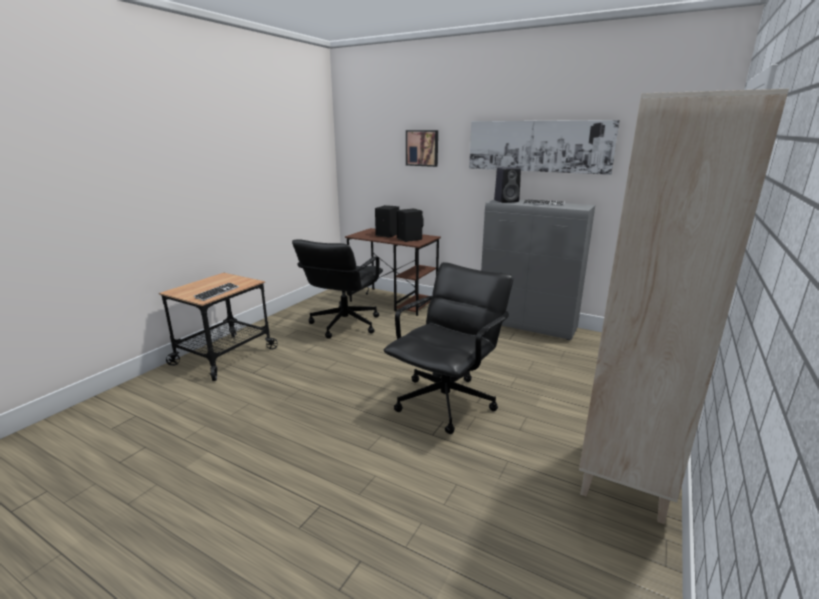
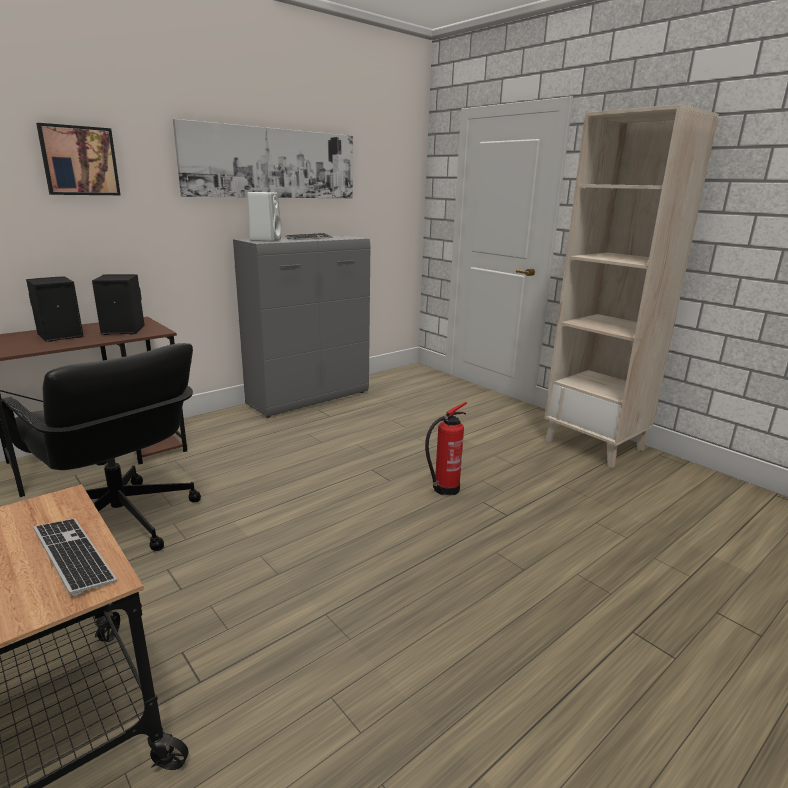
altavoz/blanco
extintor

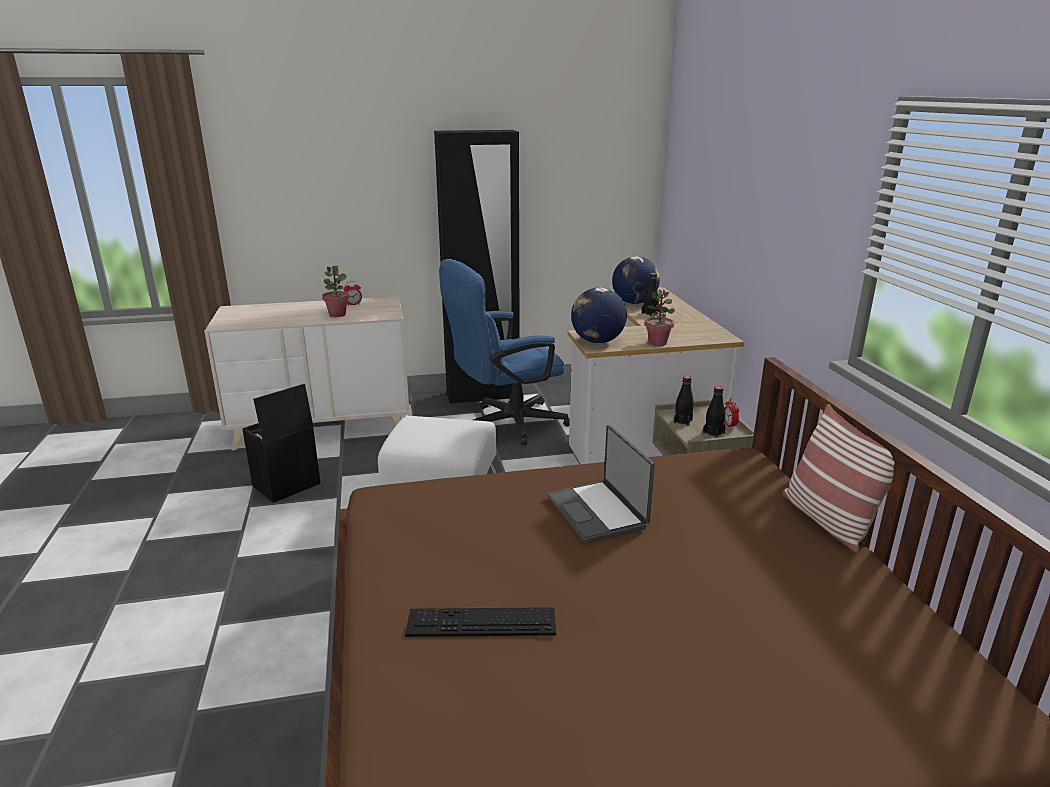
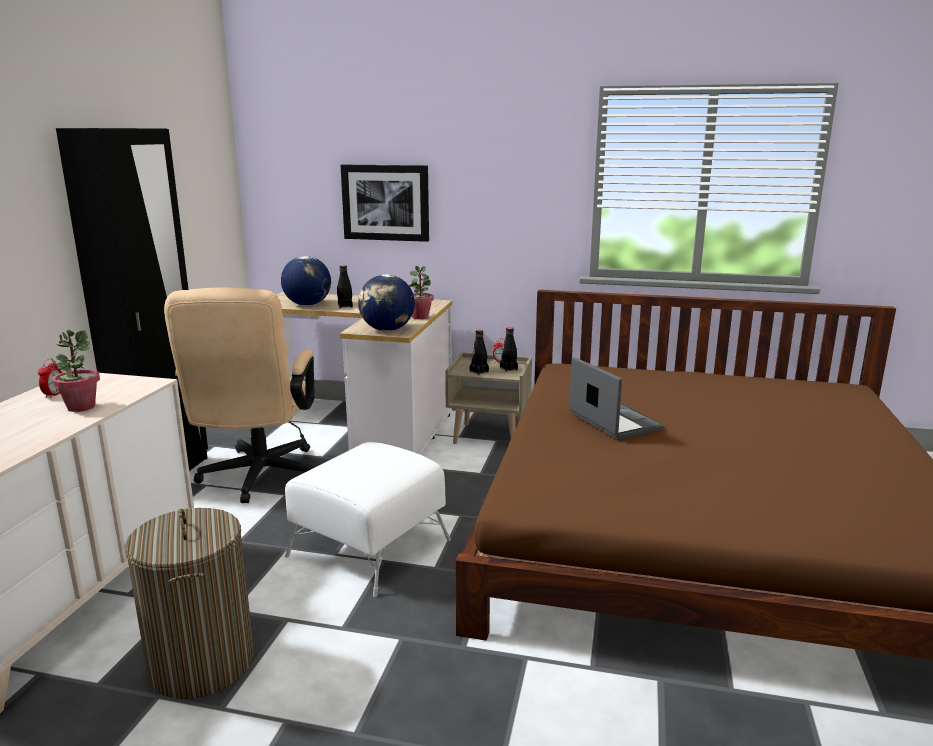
cesto de la ropa
silla de oficina/beis
cuadro
portátil
teclado
cojín

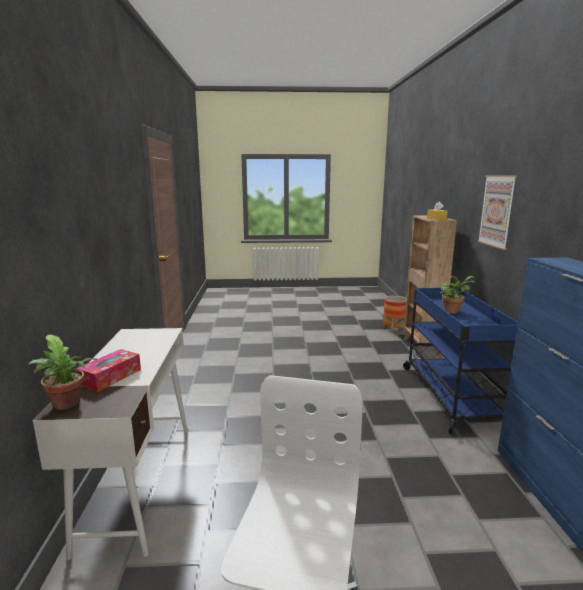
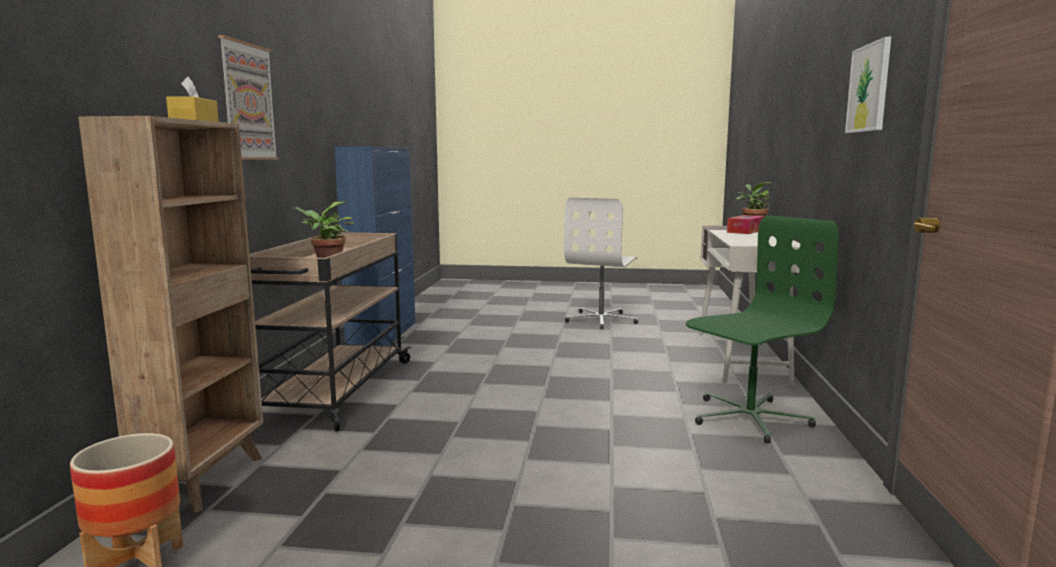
carrito/beis
silla de oficina/verde
cuadro (no. 2 from left)

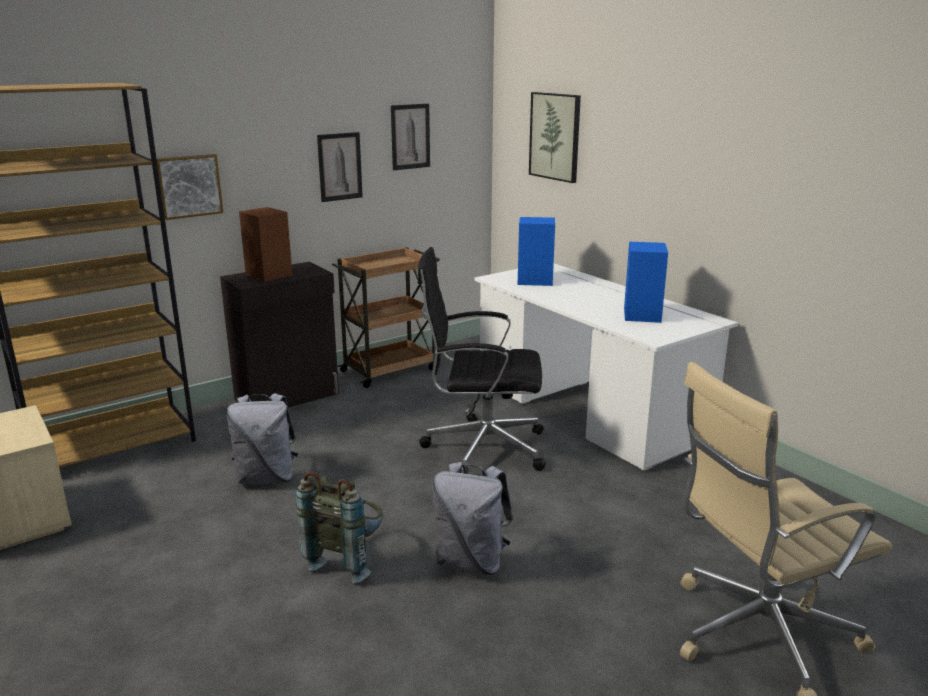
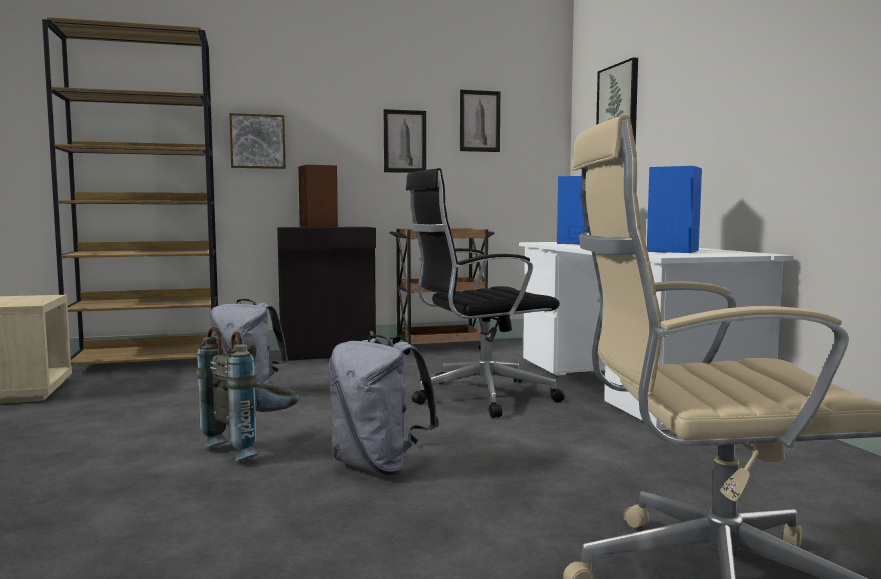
silla de oficina/negro

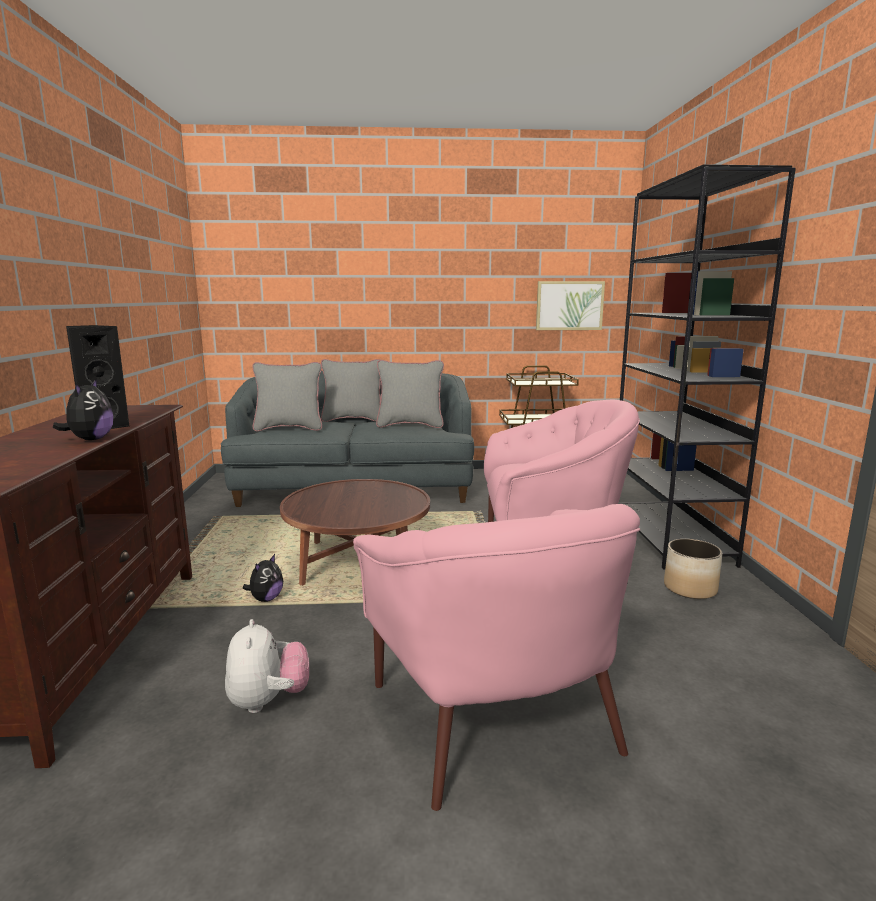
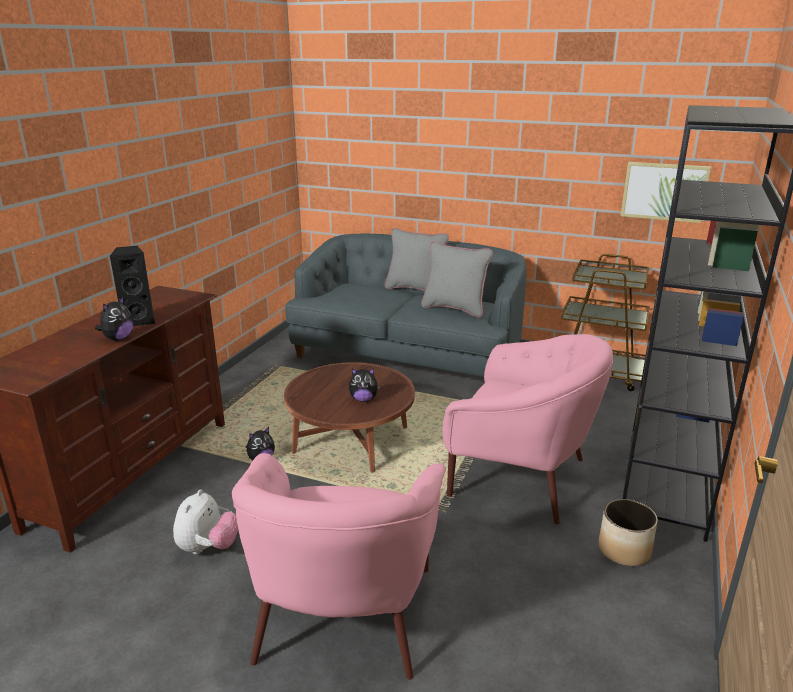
peluche (no. 4 from left)
cojín/gris (no. 1 from left in the first image)

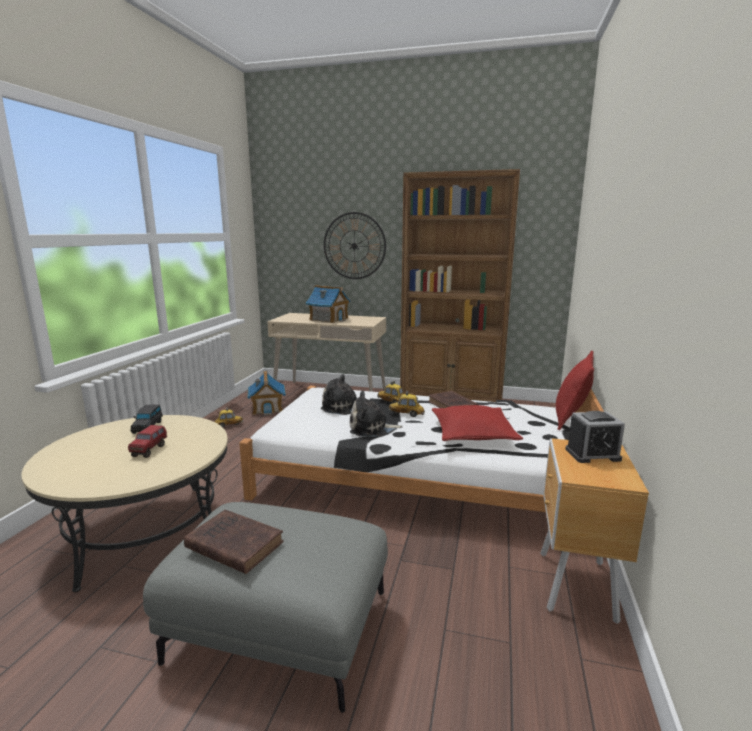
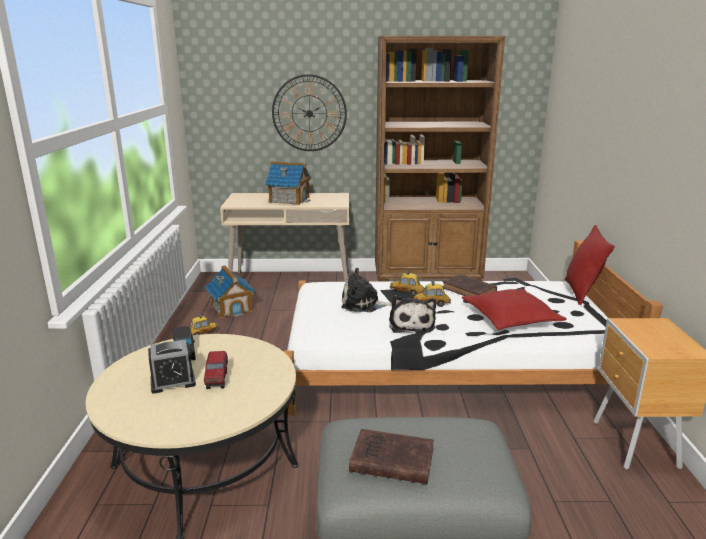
despertador
peluche (no. 2 from left)

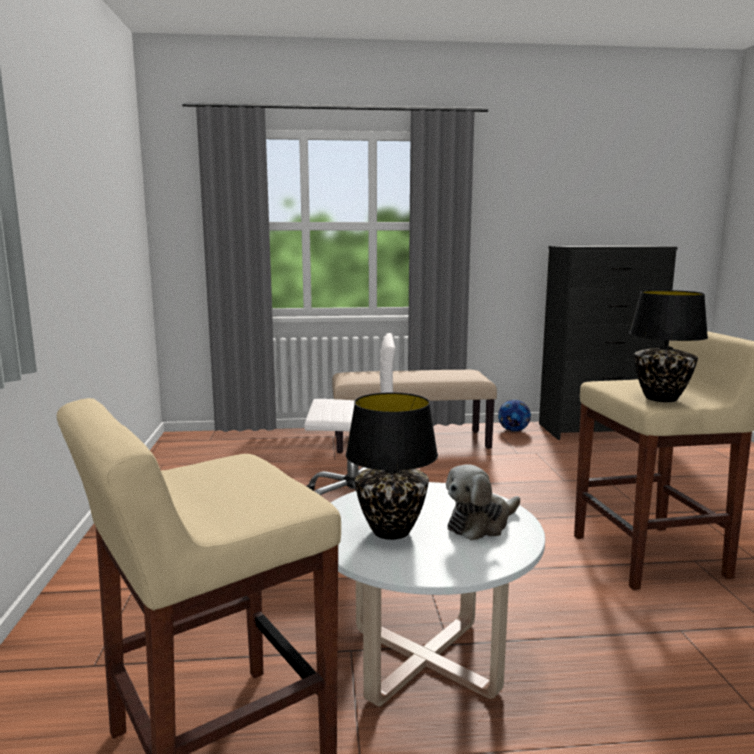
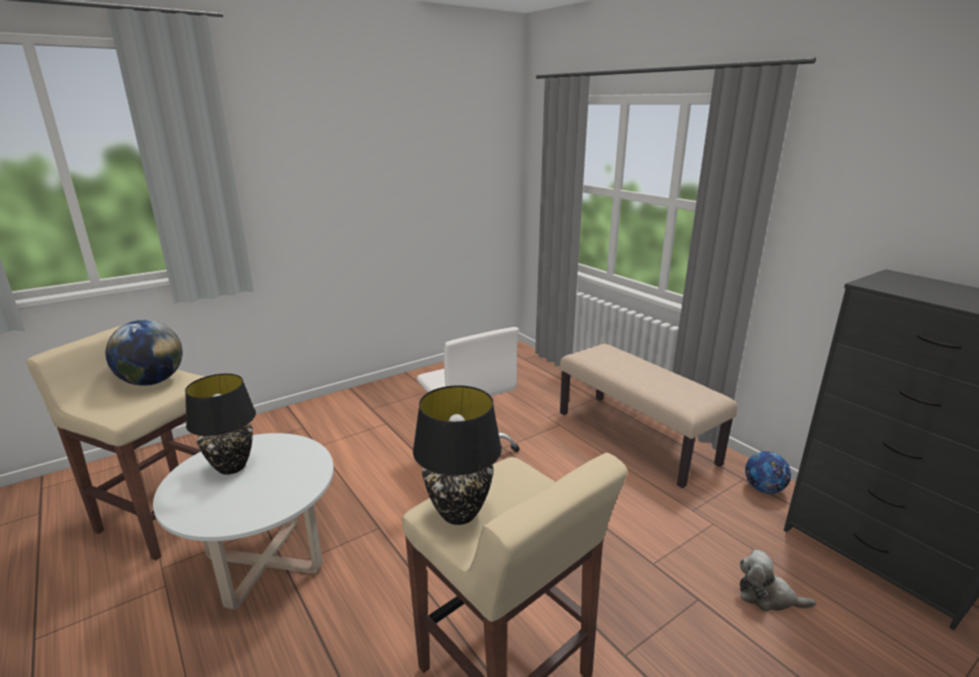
globo terráqueo
peluche

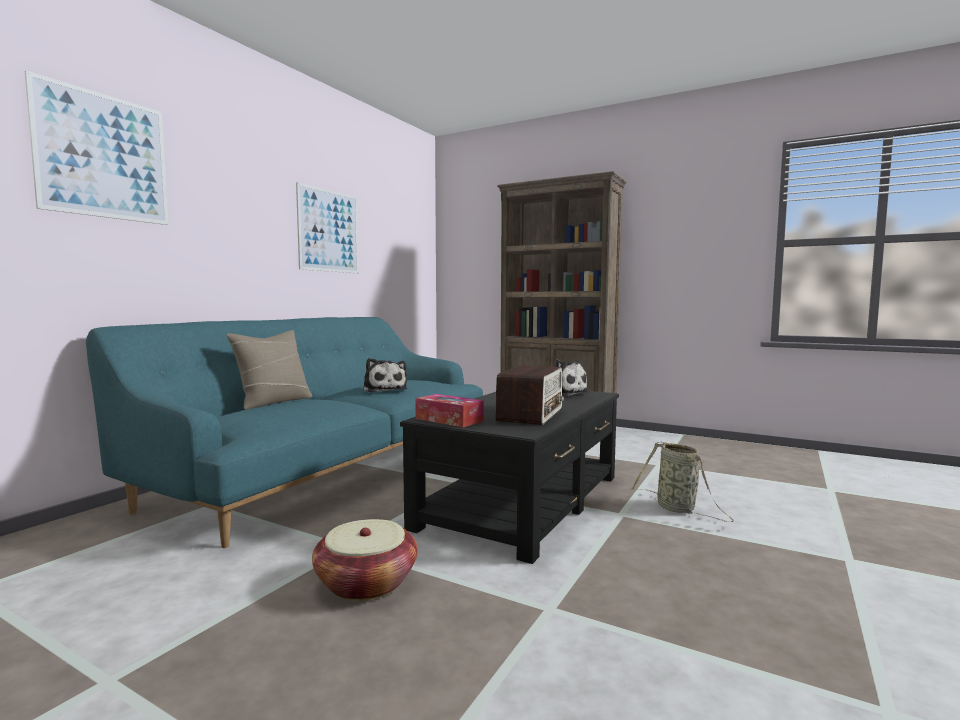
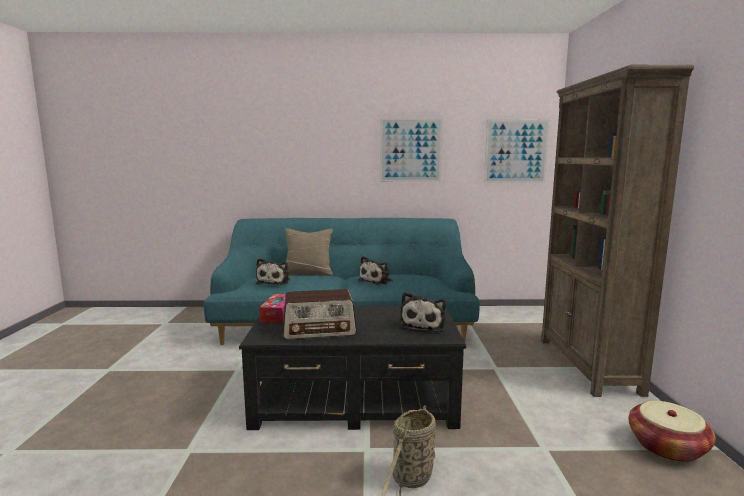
peluche (no. 1 from left)
cuadro (no. 2 from left)
cesta (no. 2 from left)

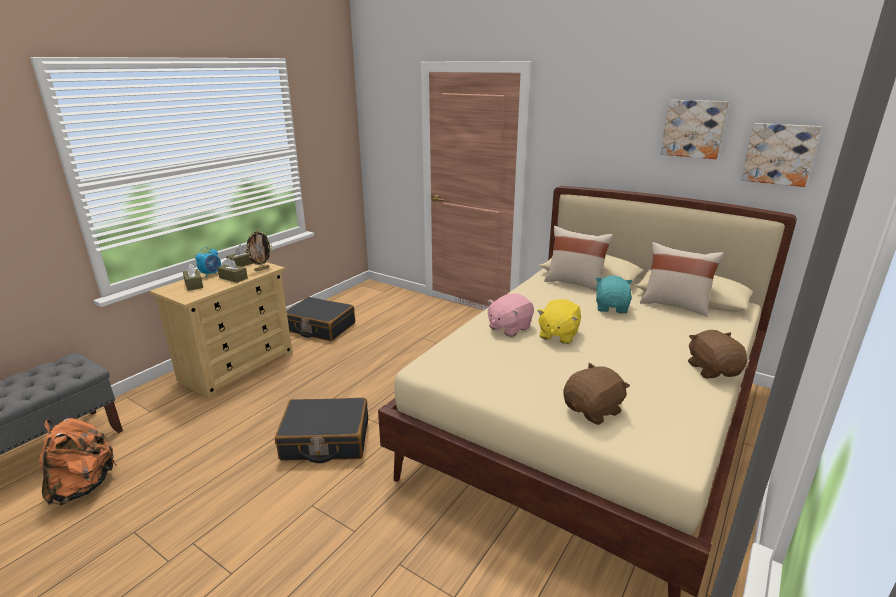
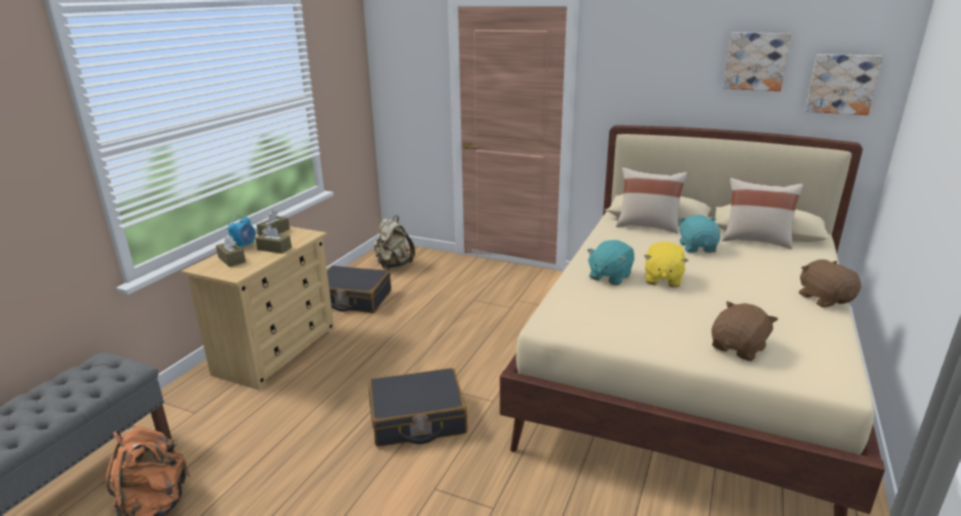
mochila/beis
peluche/turquesa (no. 1 from left)
portarretratos

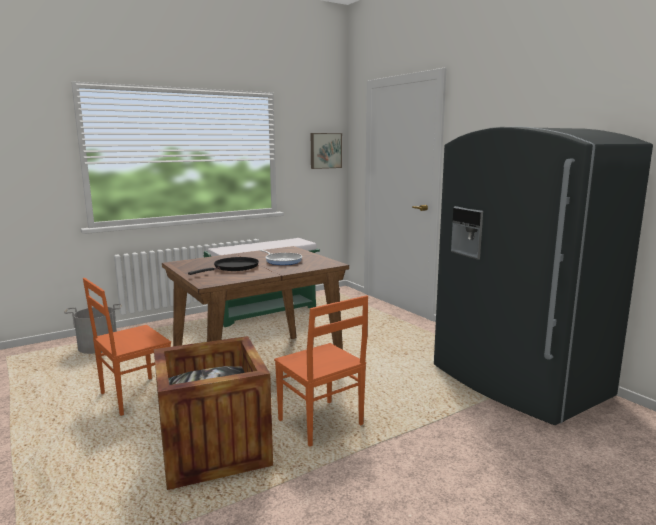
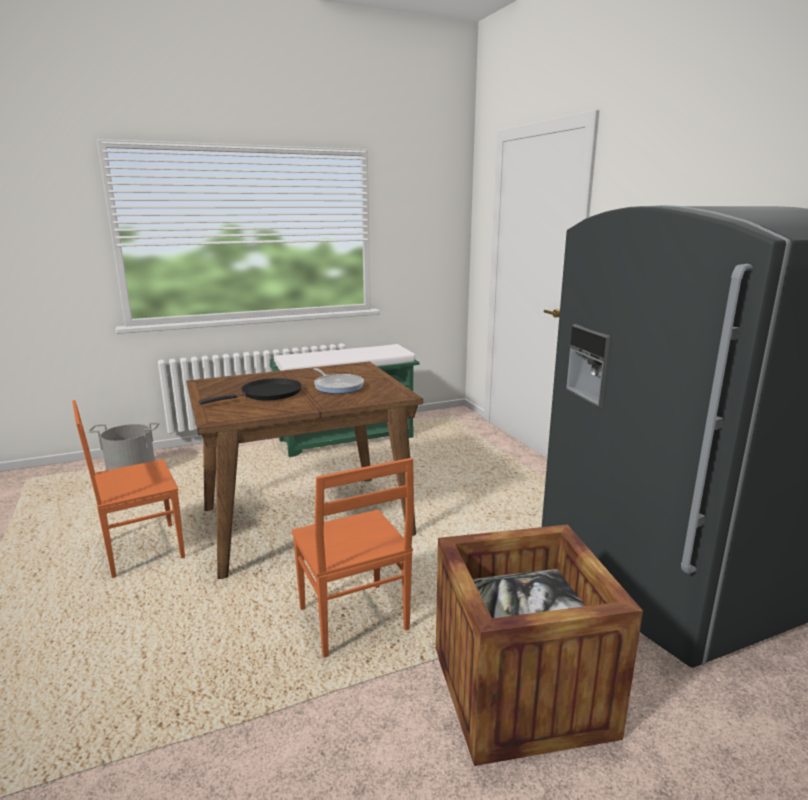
caja de embalaje
cuadro

